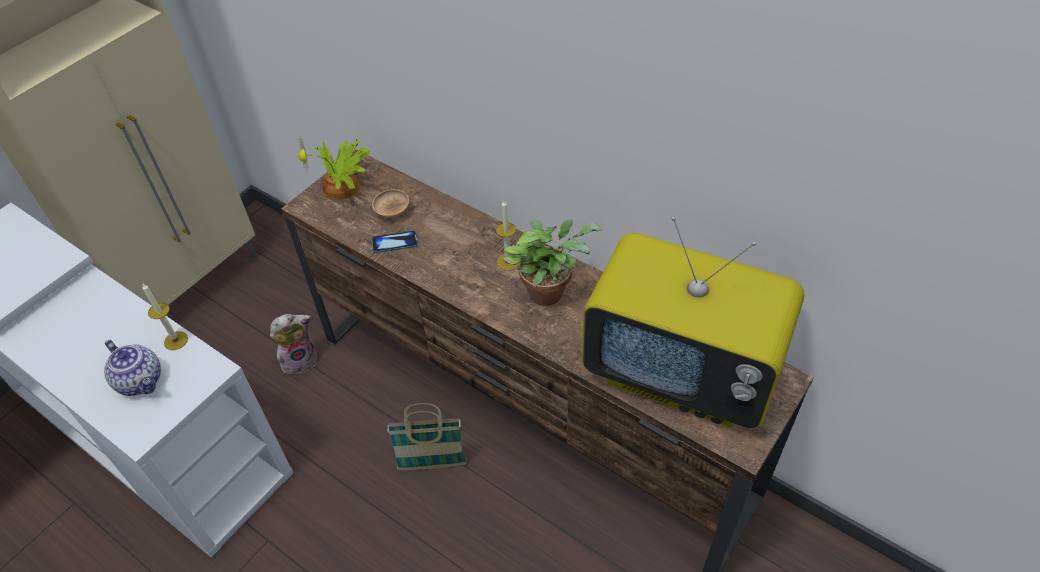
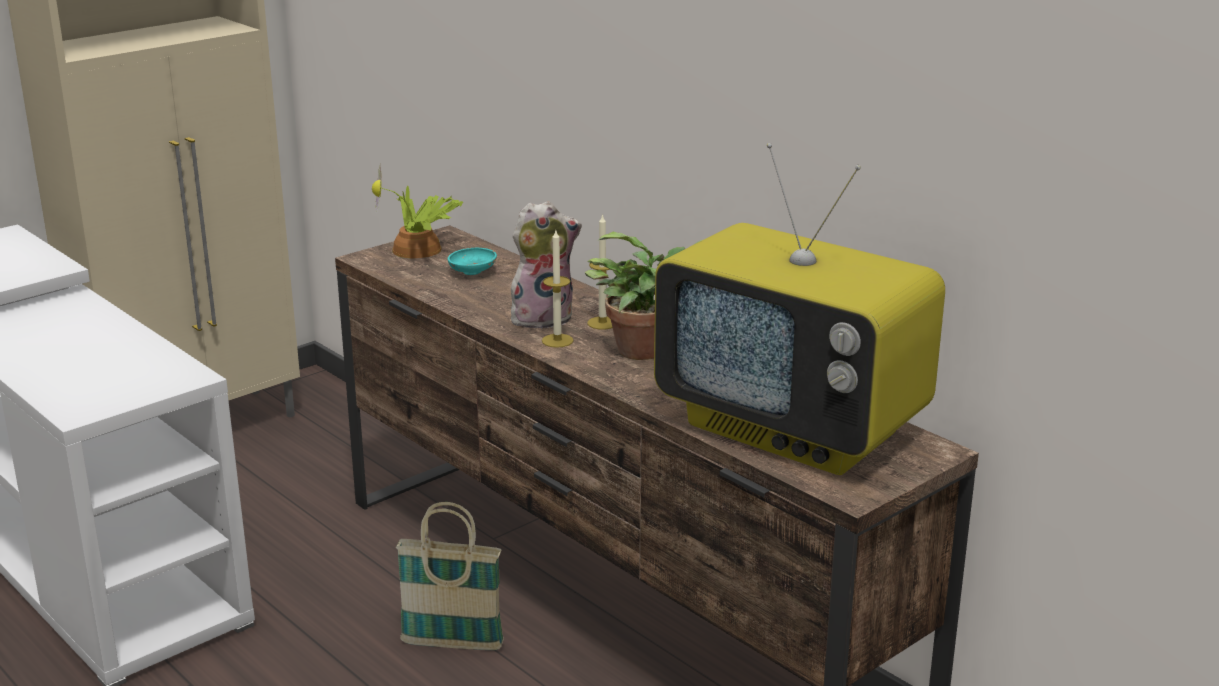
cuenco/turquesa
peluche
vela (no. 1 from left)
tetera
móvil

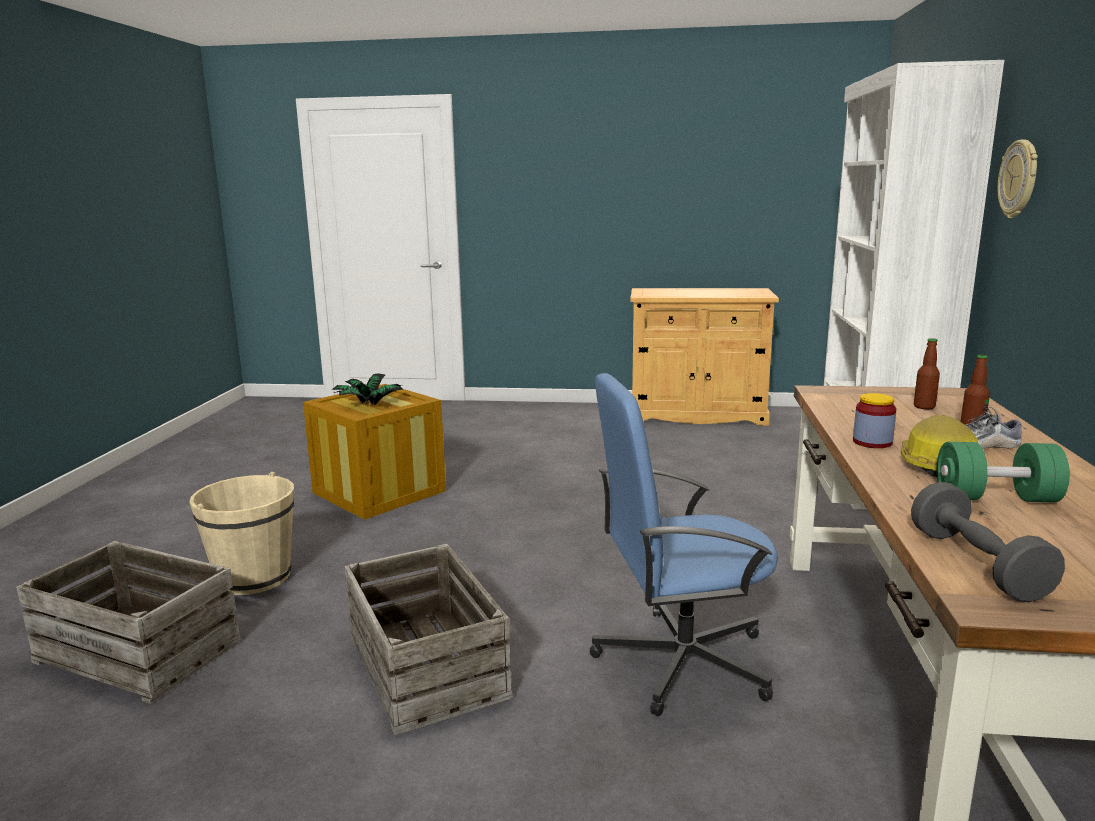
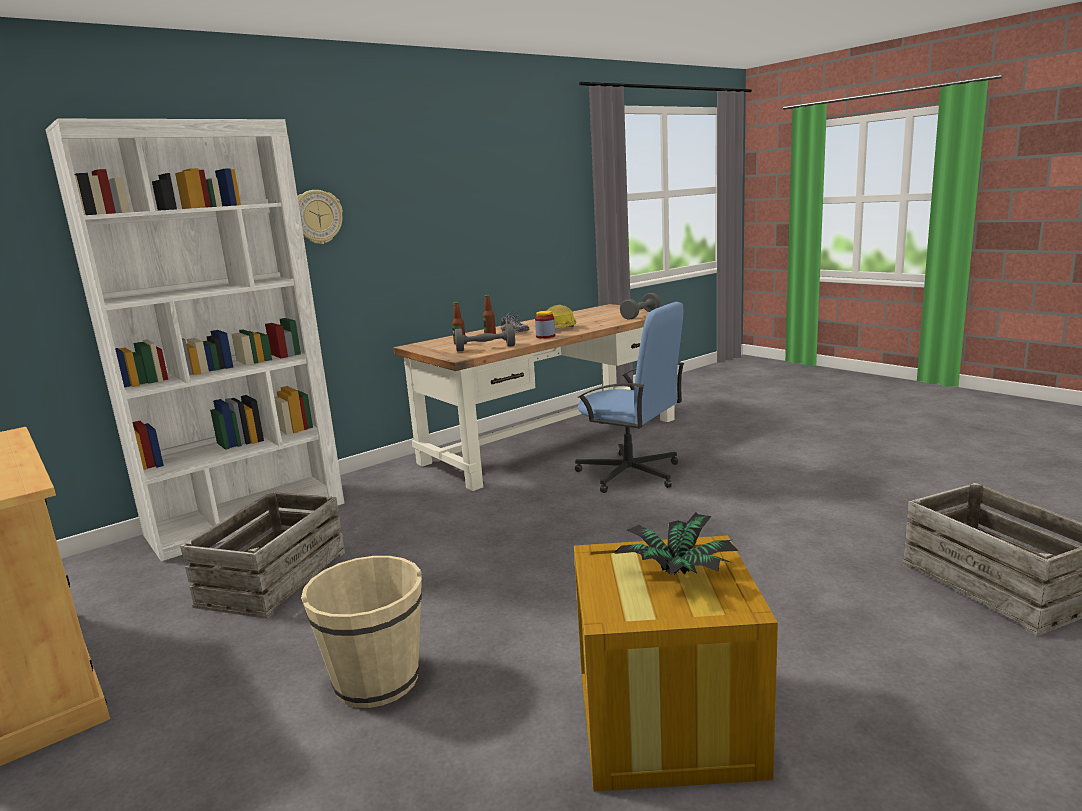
caja de embalaje (no. 1 from left)
cubo/beis
mancuerna/gris (no. 1 from left)
mancuerna/verde

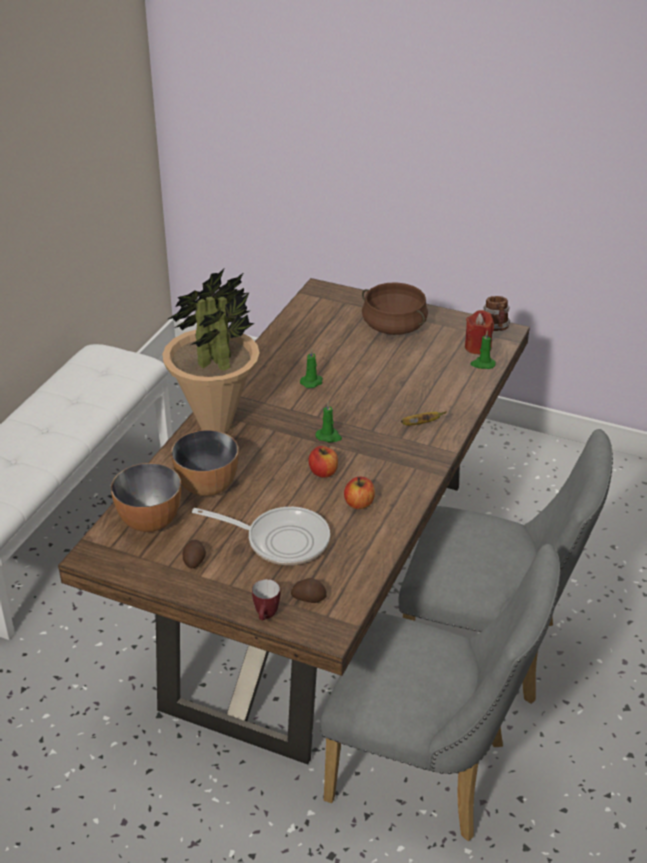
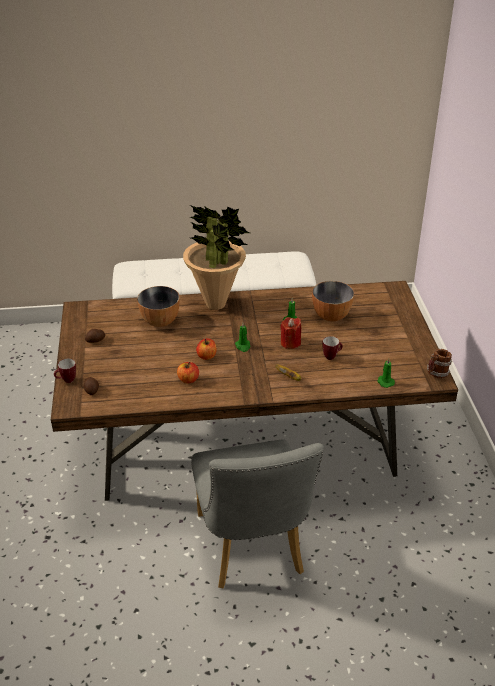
vela/rojo
cuenco (no. 2 from left)
taza grande (no. 2 from left)
sartén
silla/gris (no. 1 from left in the first image)
olla/marrón

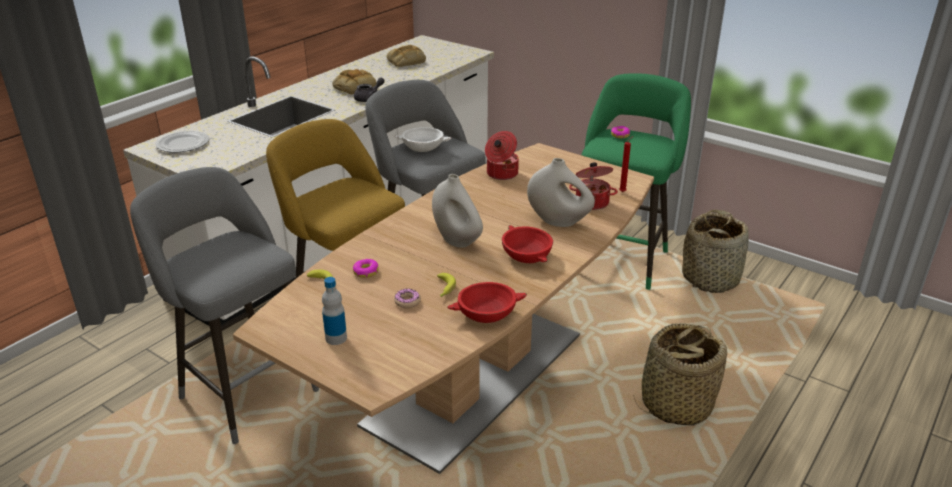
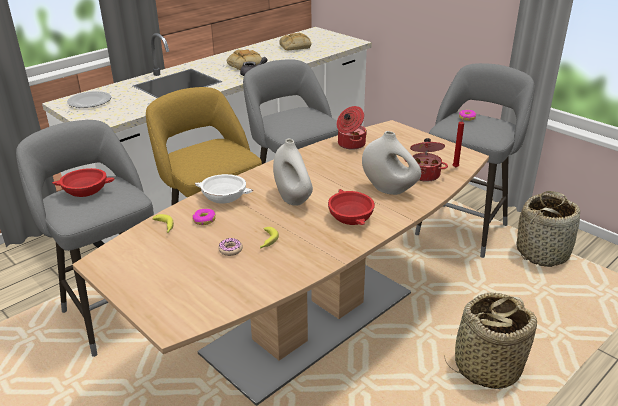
cuenco/rojo (no. 1 from left)
cuenco/blanco
taburete/gris (no. 3 from left)
botella

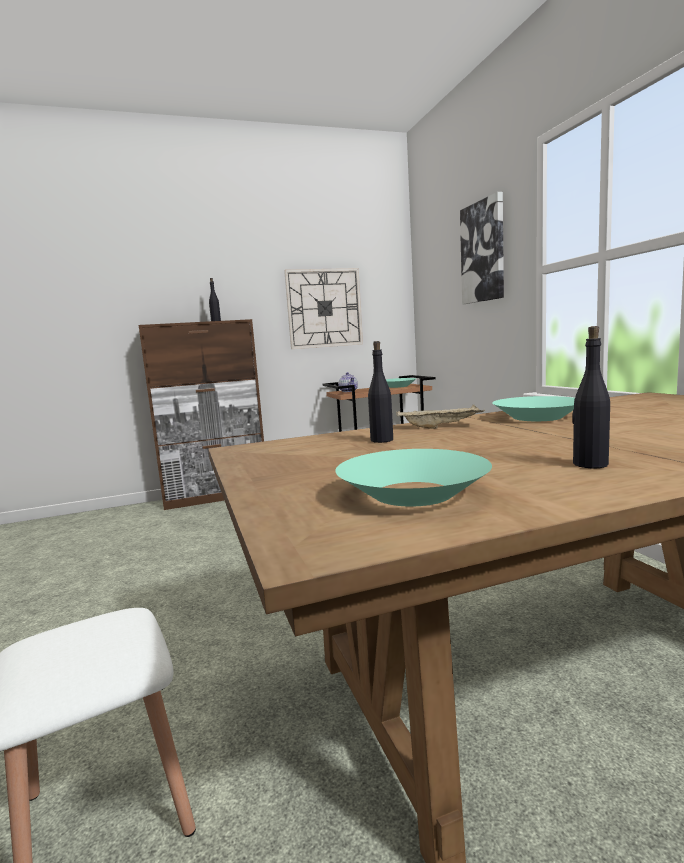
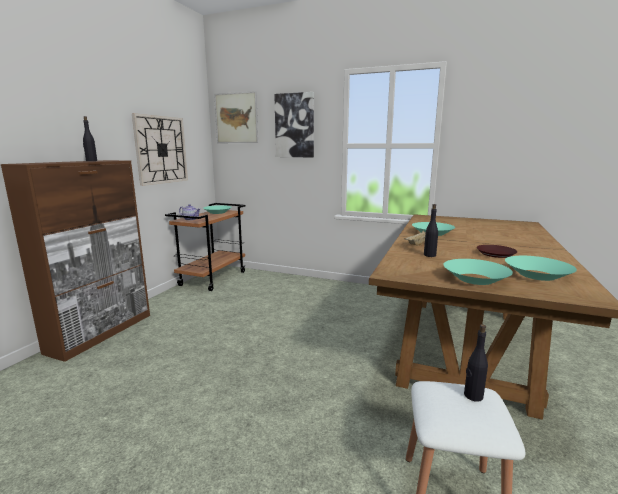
cuadro (no. 1 from left)
cuenco/turquesa (no. 3 from left)
botella/negro (no. 3 from left)
plato/marrón

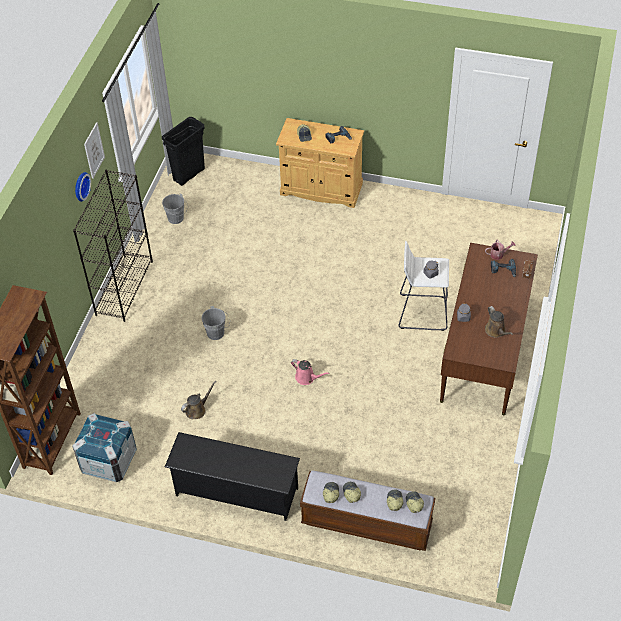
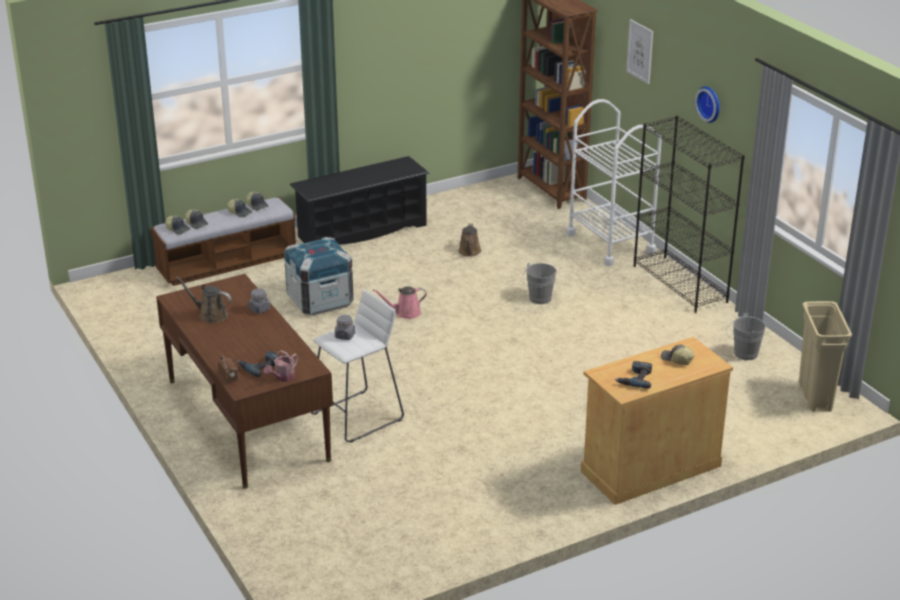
caja de embalaje
carrito/blanco
cuadro
papelera/beis

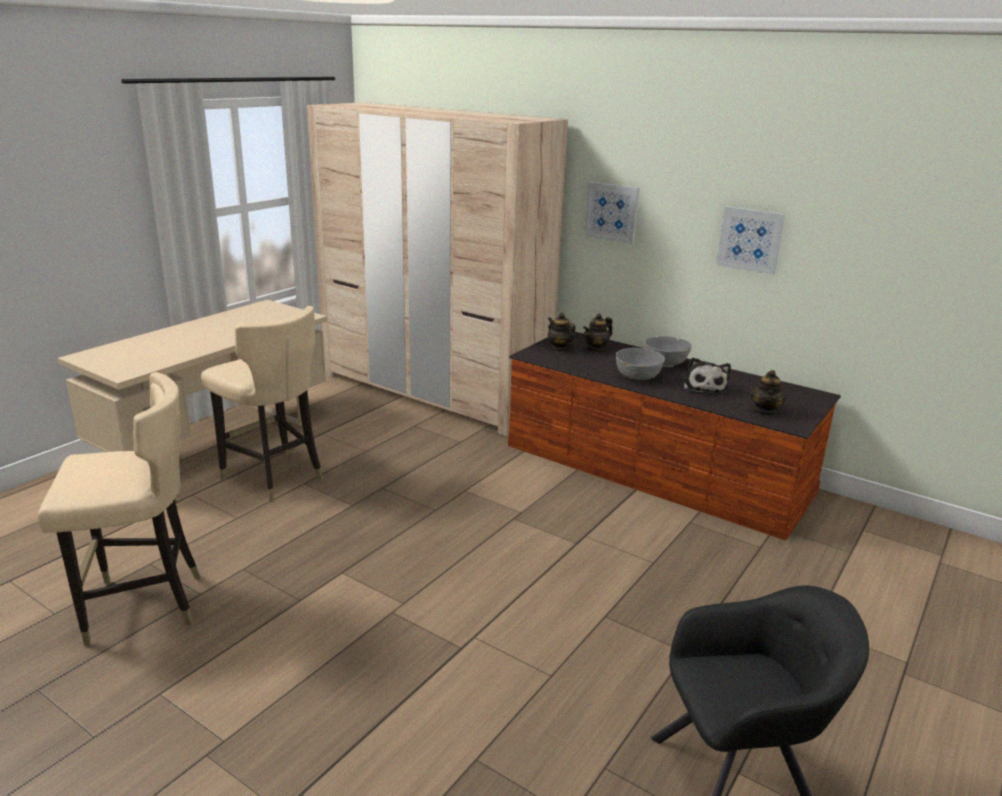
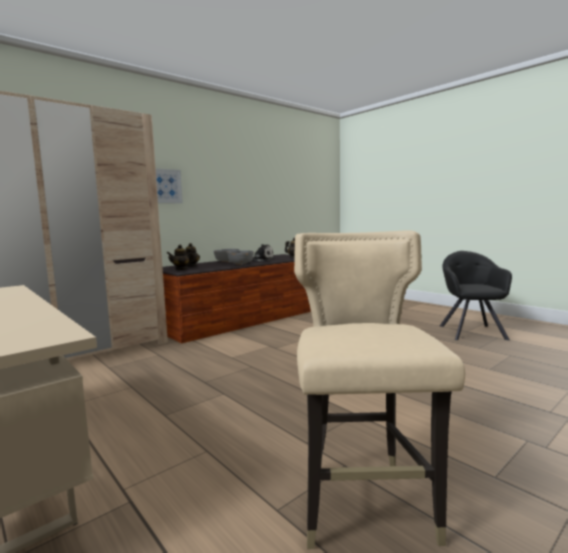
silla/beis (no. 2 from left in the first image)
cuadro (no. 2 from left in the first image)

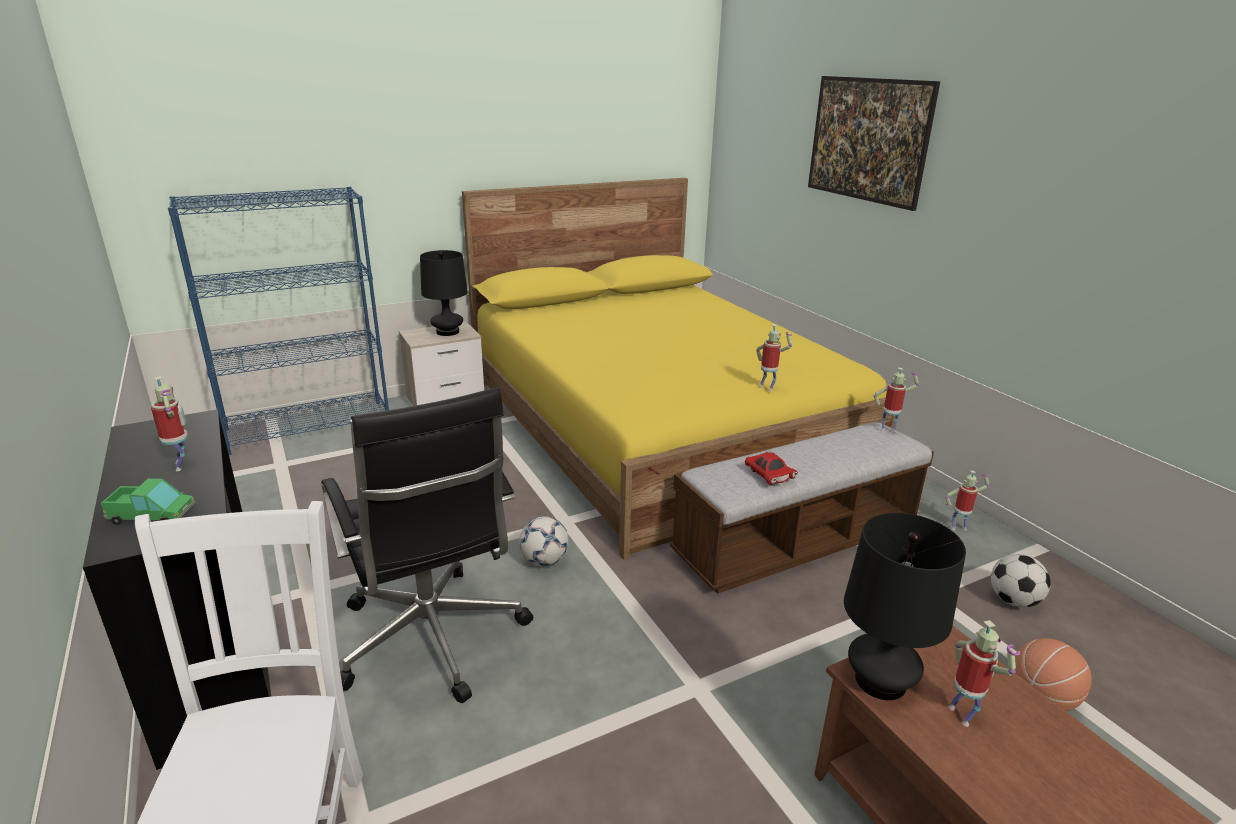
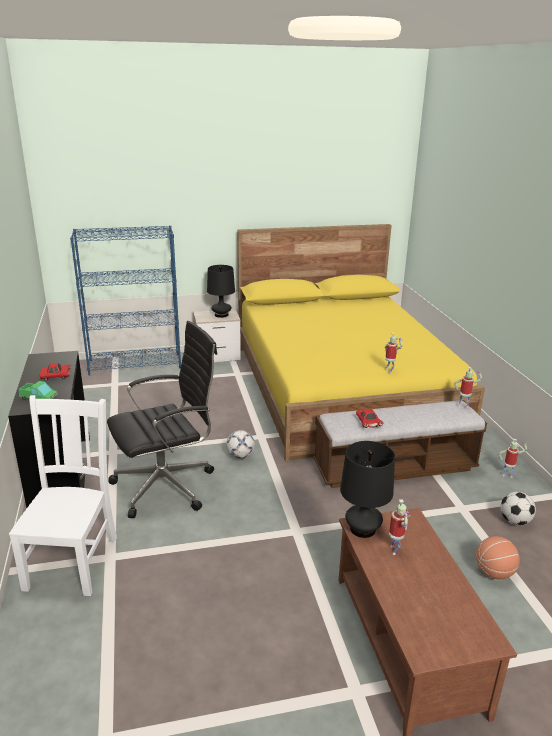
coche de juguete/rojo (no. 1 from left)
silla de oficina/negro
cuadro

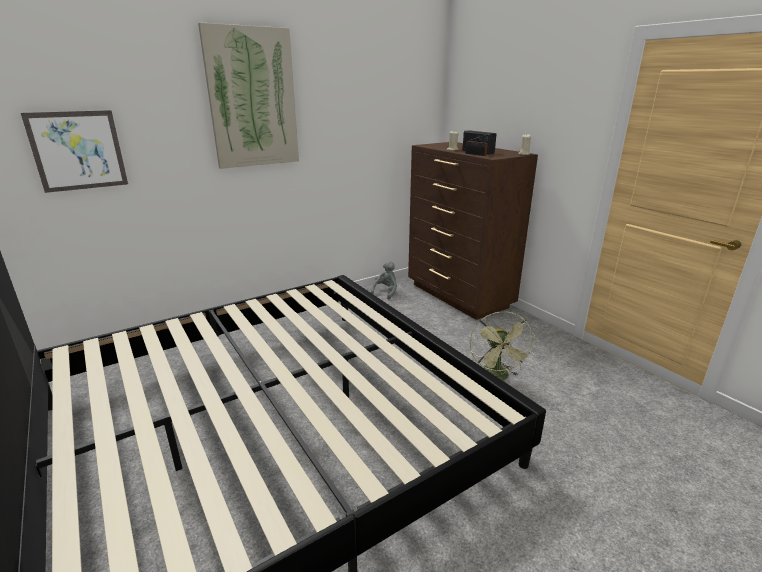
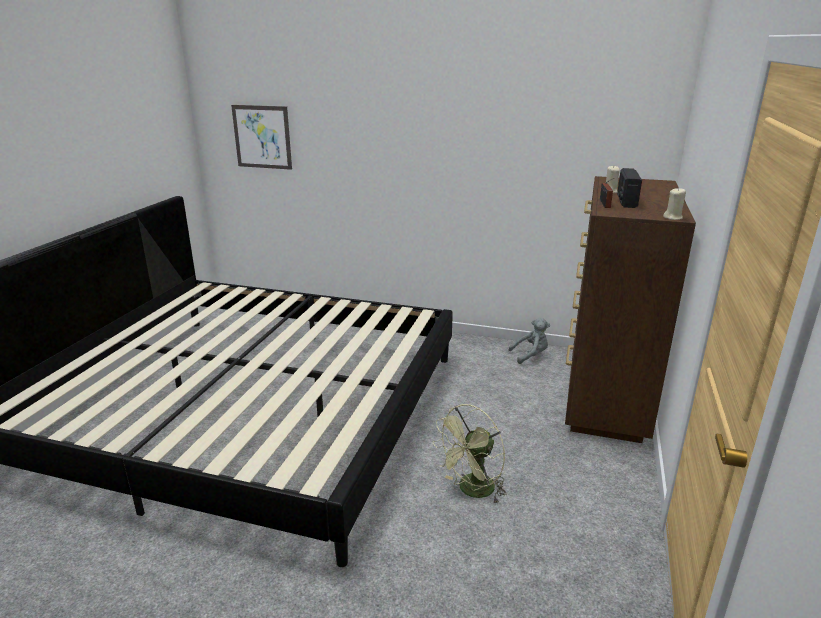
cuadro (no. 2 from left in the first image)

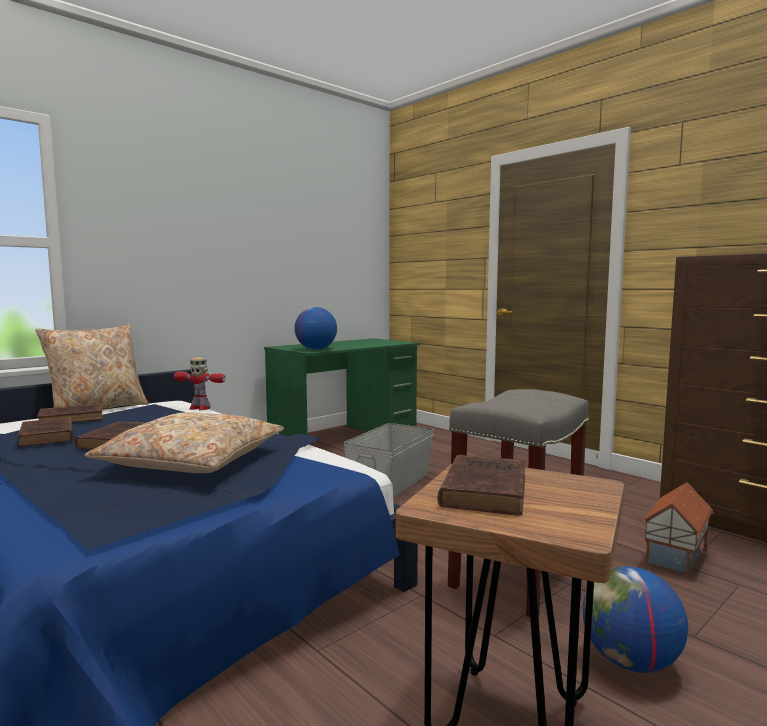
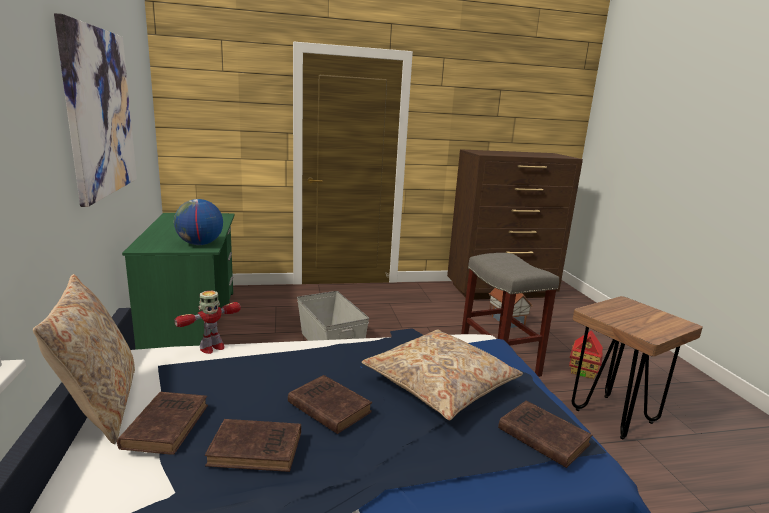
cuadro
libro/marrón (no. 4 from left)
casita (no. 2 from left)

